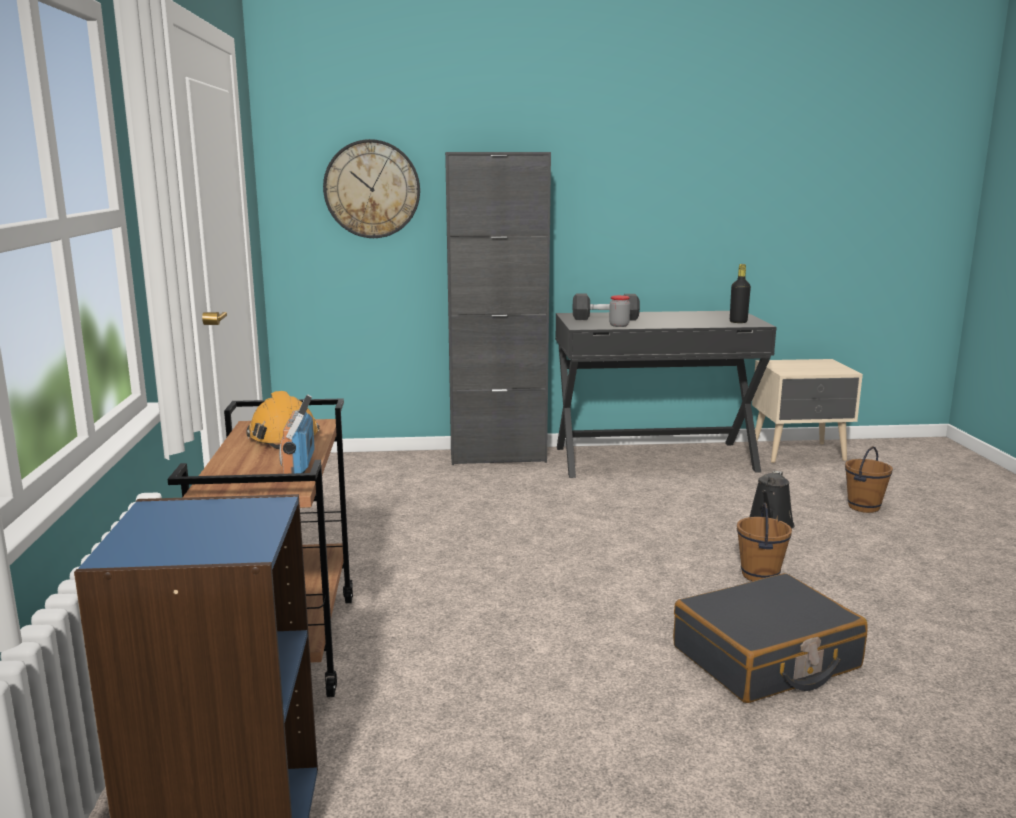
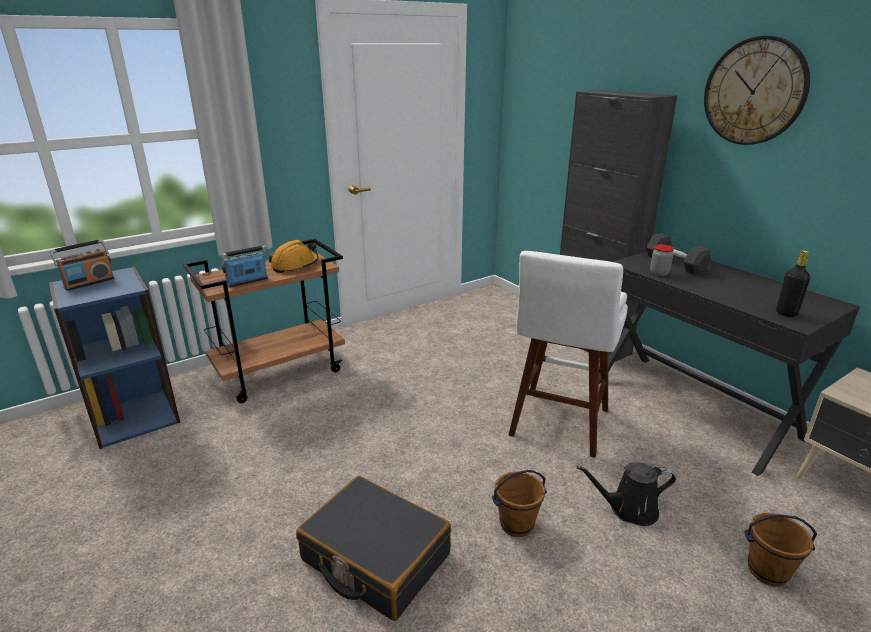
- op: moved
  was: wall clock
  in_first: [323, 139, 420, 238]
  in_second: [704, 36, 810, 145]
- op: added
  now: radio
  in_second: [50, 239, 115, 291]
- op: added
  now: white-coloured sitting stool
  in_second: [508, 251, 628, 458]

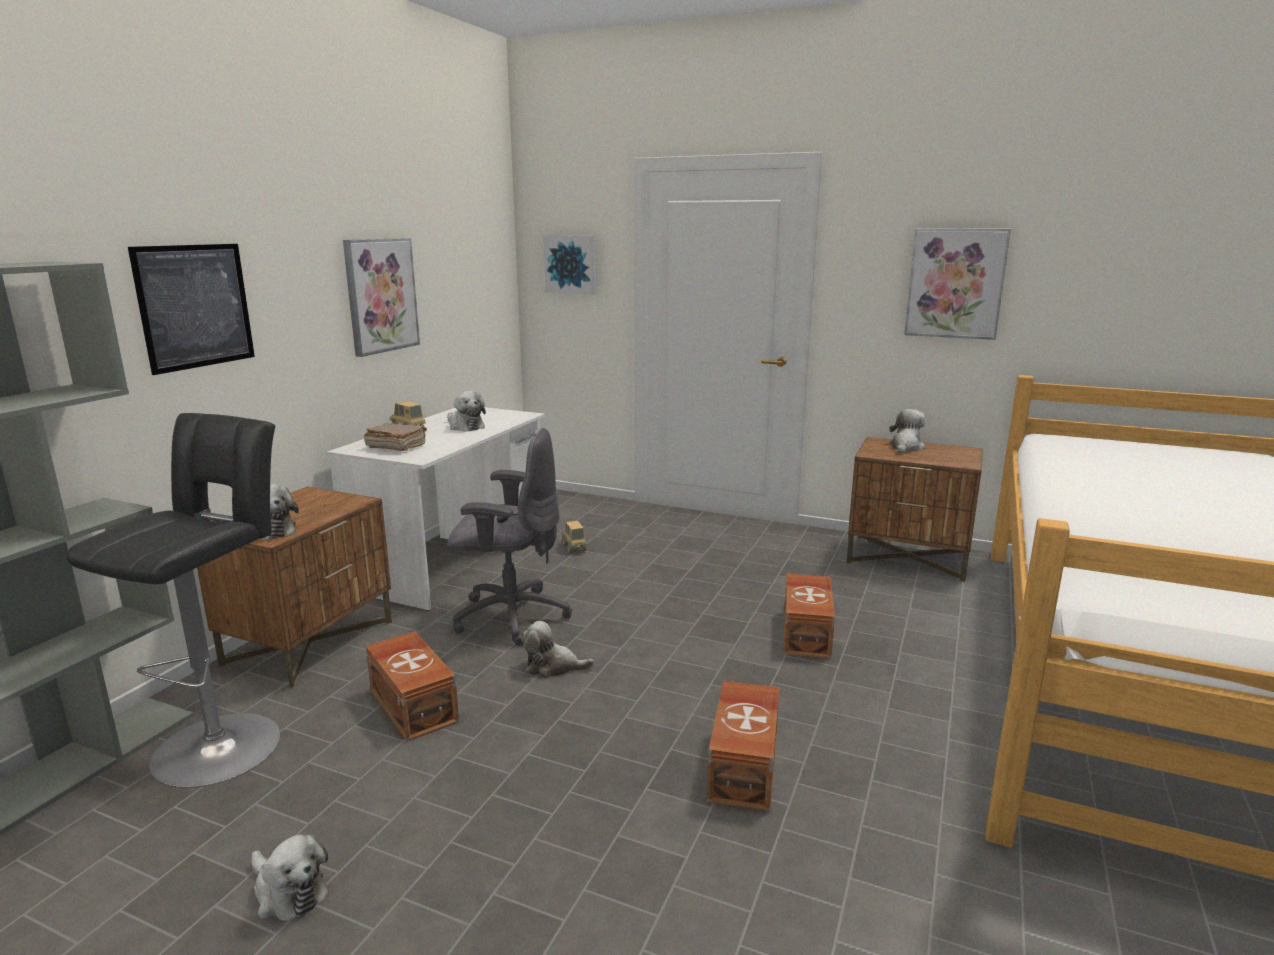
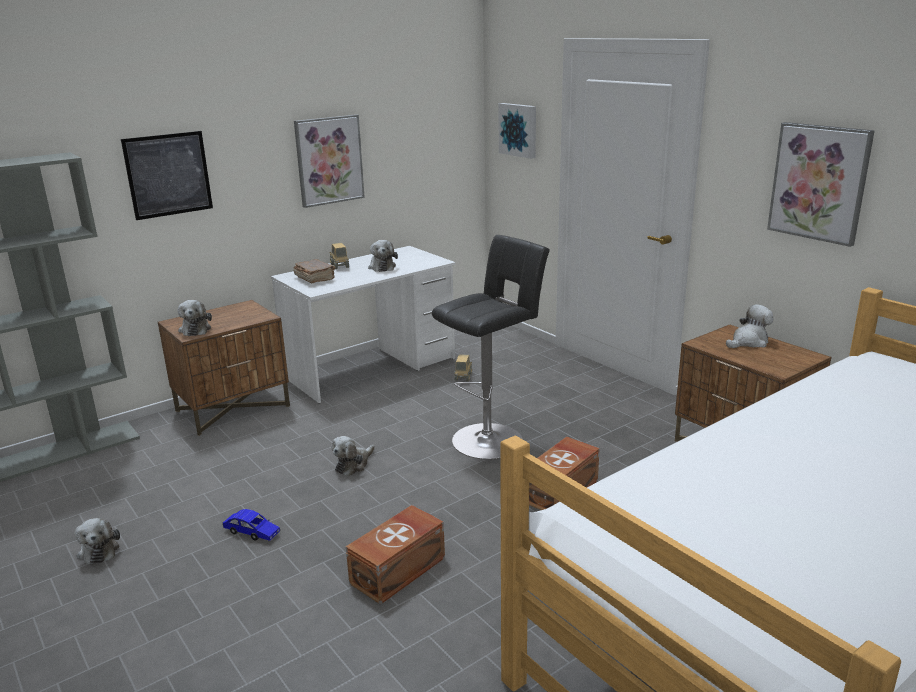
- op: moved
  was: black-coloured sitting stool
  in_first: [66, 413, 280, 788]
  in_second: [432, 235, 550, 460]
- op: removed
  was: grey office chair
  in_first: [447, 428, 572, 646]
- op: turned
  was: plush toy
  in_first: [521, 621, 594, 678]
  in_second: [332, 436, 375, 476]
  clockwise: -90
- op: removed
  was: brown-coloured storage box
  in_first: [366, 632, 459, 742]
- op: added
  now: bluish model car
  in_second: [223, 509, 280, 541]

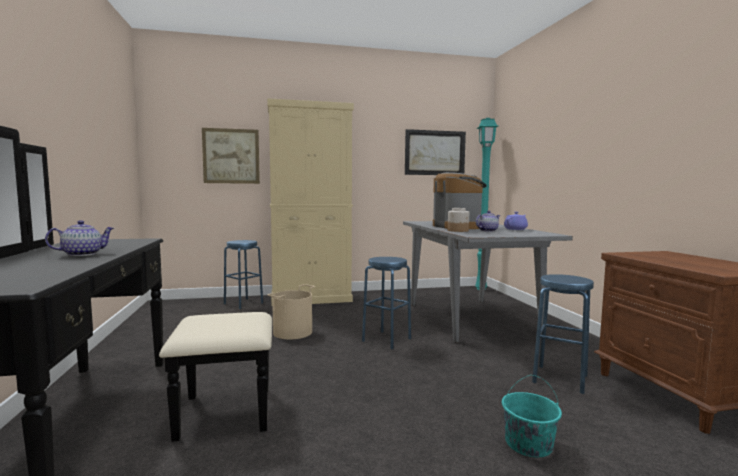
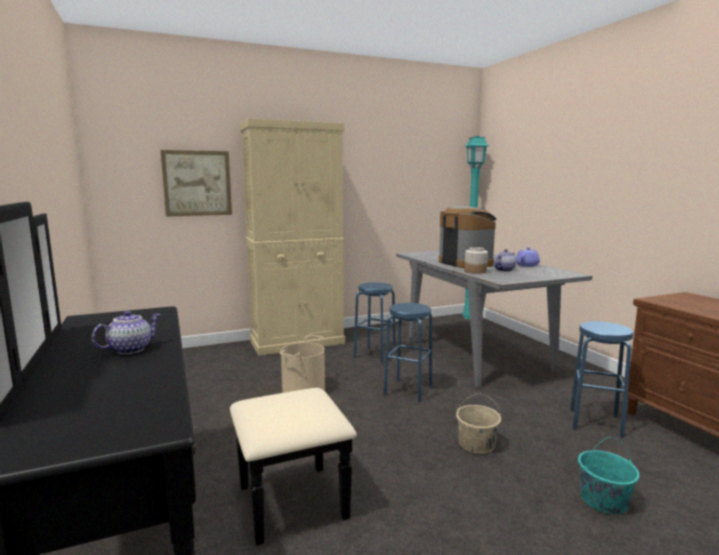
- op: removed
  was: picture
  in_first: [405, 129, 466, 175]
- op: moved
  was: bluish sitting stool
  in_first: [224, 240, 263, 309]
  in_second: [354, 282, 396, 364]
- op: added
  now: sand-coloured pail
  in_second: [456, 394, 501, 454]

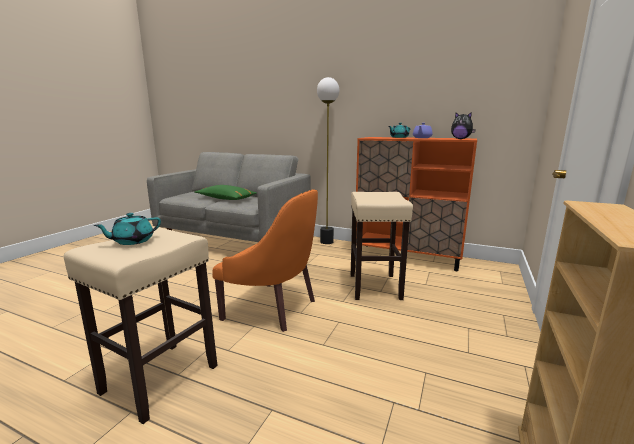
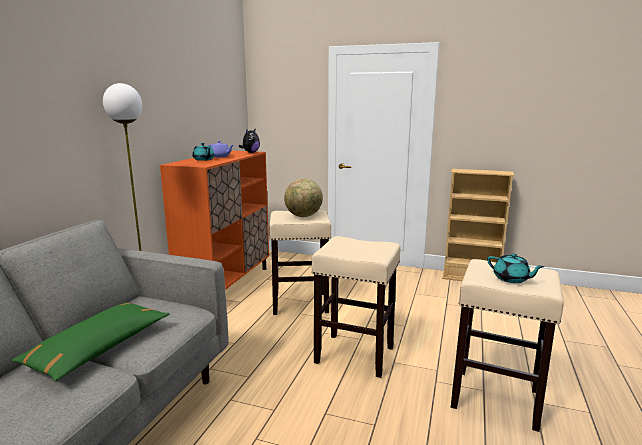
- op: replaced
  was: orangey armchair
  now: sand-coloured sitting stool
  in_first: [212, 189, 318, 332]
  in_second: [311, 236, 401, 378]
- op: added
  now: desk globe
  in_second: [284, 178, 323, 217]

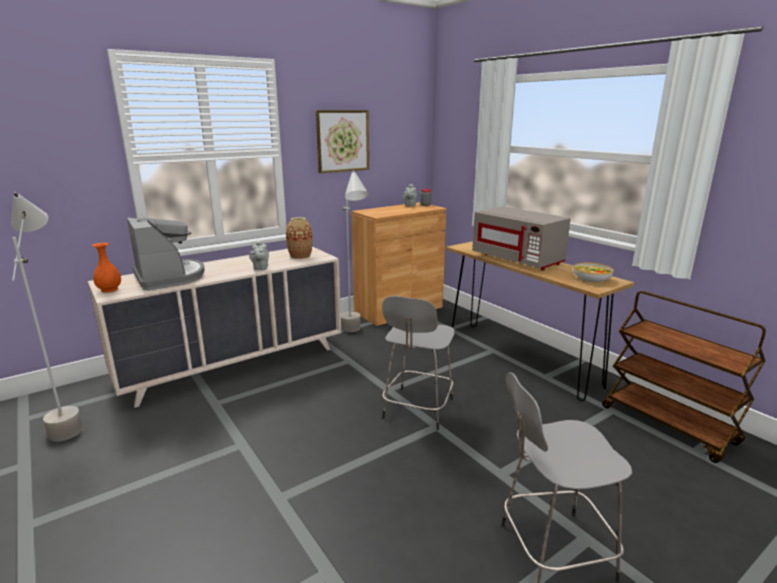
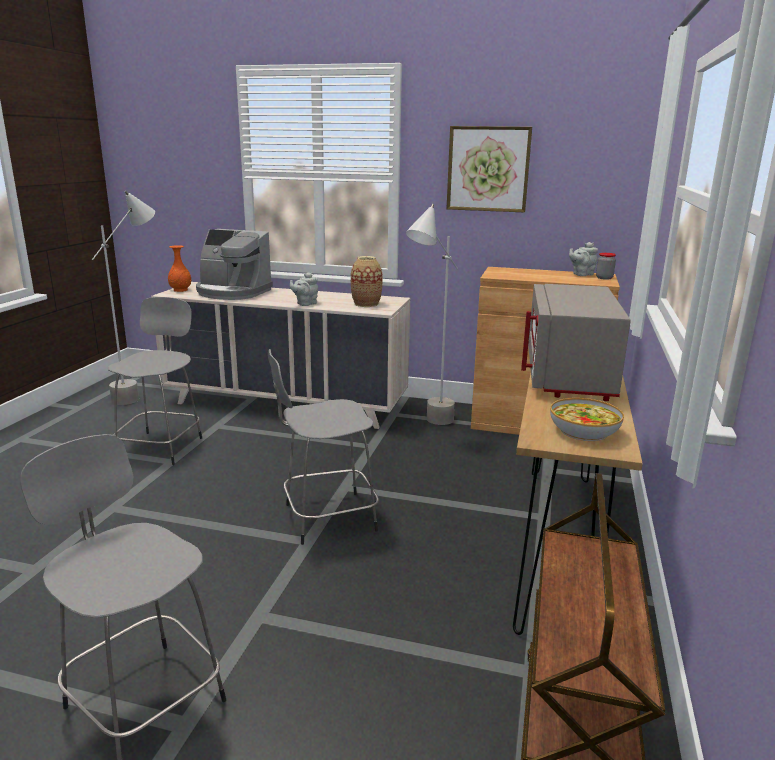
- op: turned
  was: coffee maker
  in_first: [127, 218, 204, 291]
  in_second: [196, 229, 273, 300]
  clockwise: 90
- op: added
  now: grey sitting stool
  in_second: [108, 297, 202, 465]

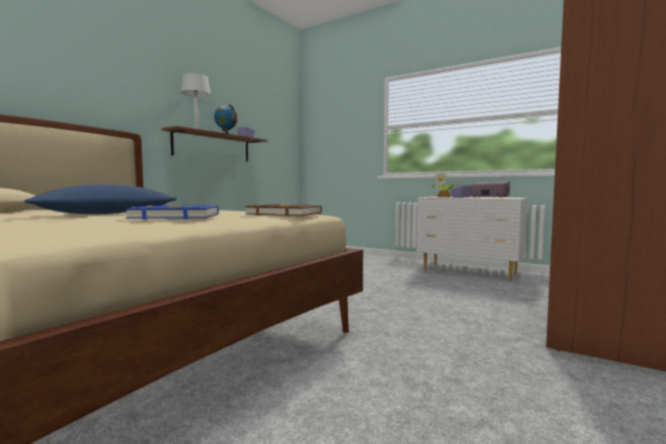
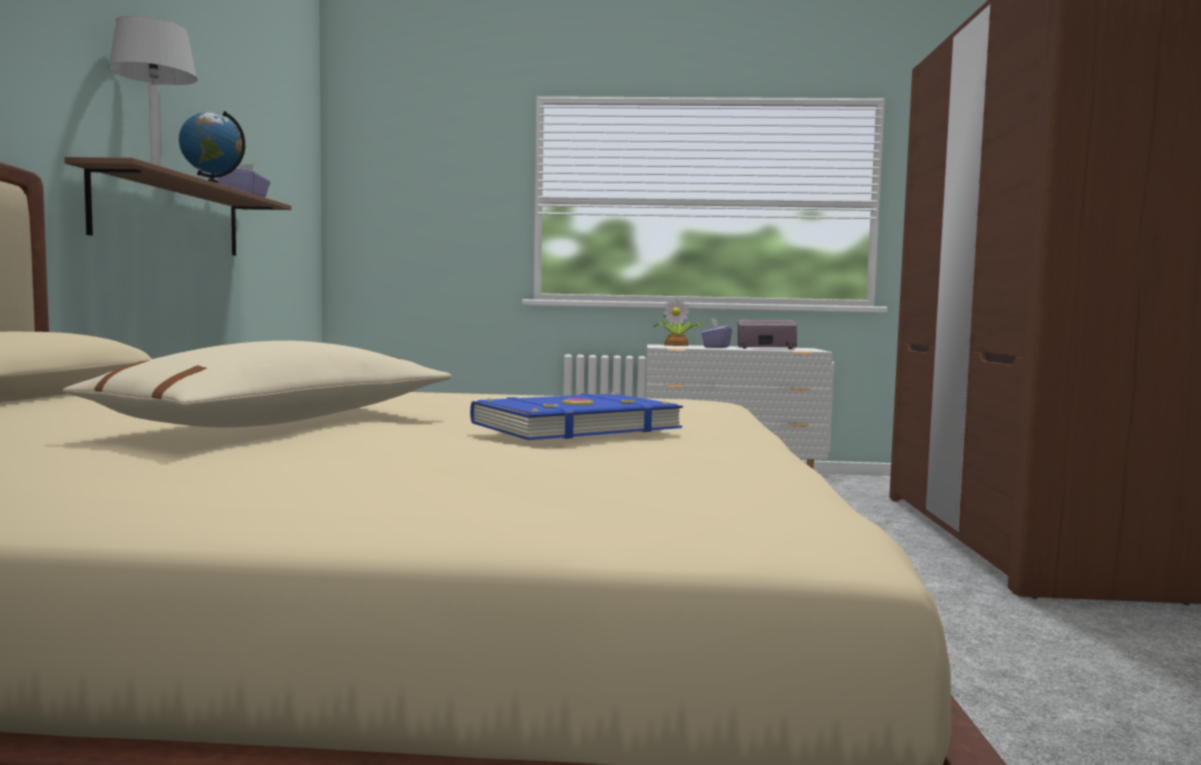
- op: recoloured
  was: bluish cushion
  now: sand-coloured cushion
  in_first: [24, 184, 177, 214]
  in_second: [63, 341, 452, 428]
- op: removed
  was: brown-coloured volume
  in_first: [245, 204, 322, 216]

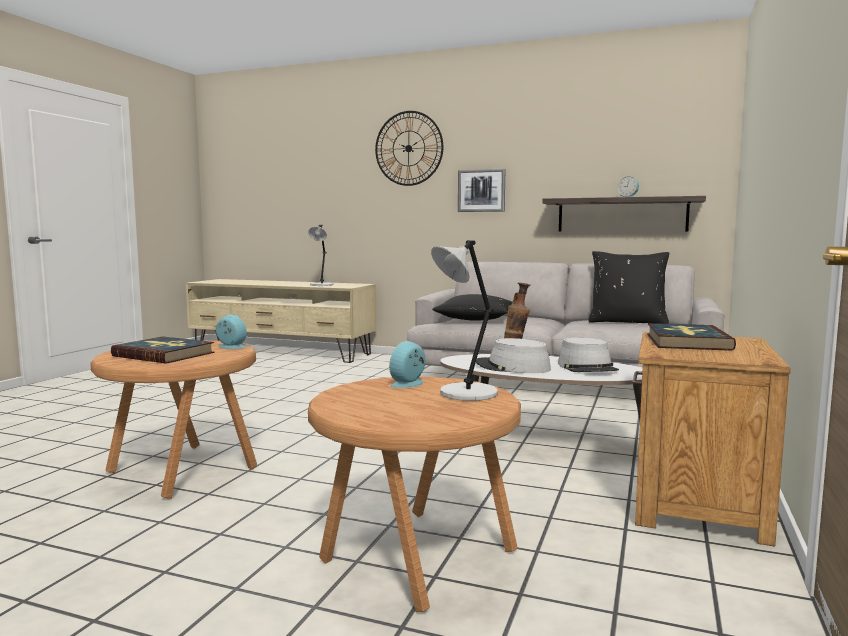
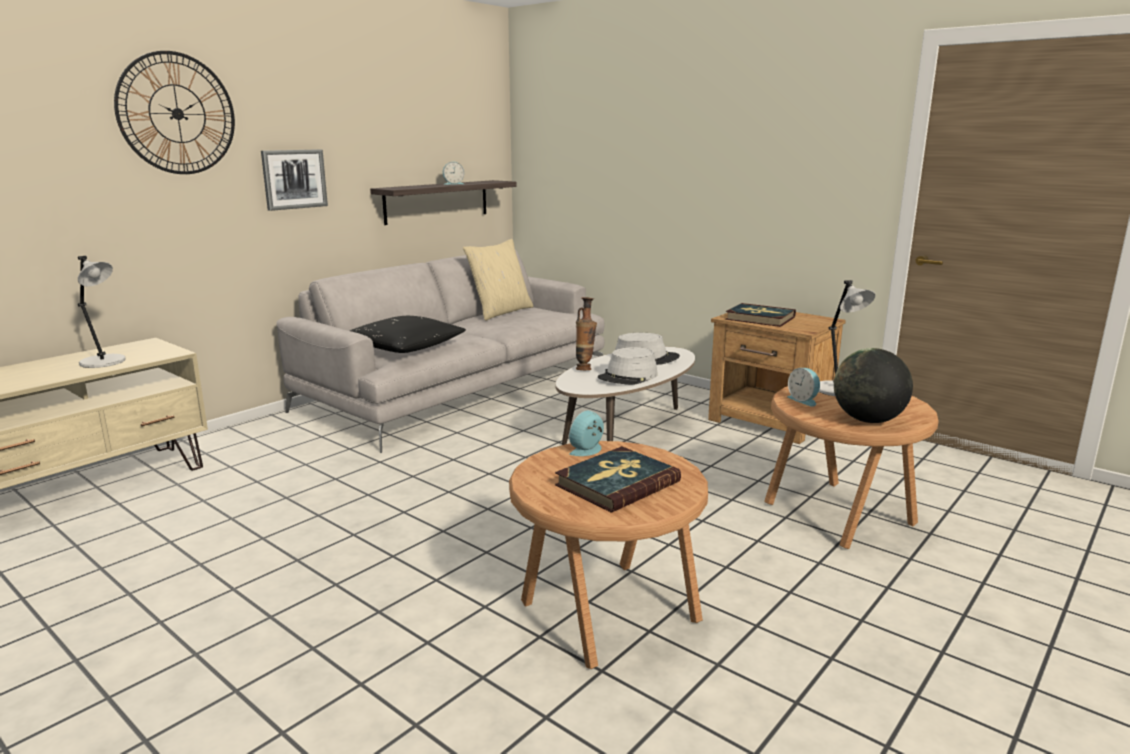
- op: recoloured
  was: black-coloured cushion
  now: sand-coloured cushion
  in_first: [588, 251, 669, 324]
  in_second: [463, 239, 533, 321]
- op: added
  now: desk globe
  in_second: [834, 348, 913, 423]

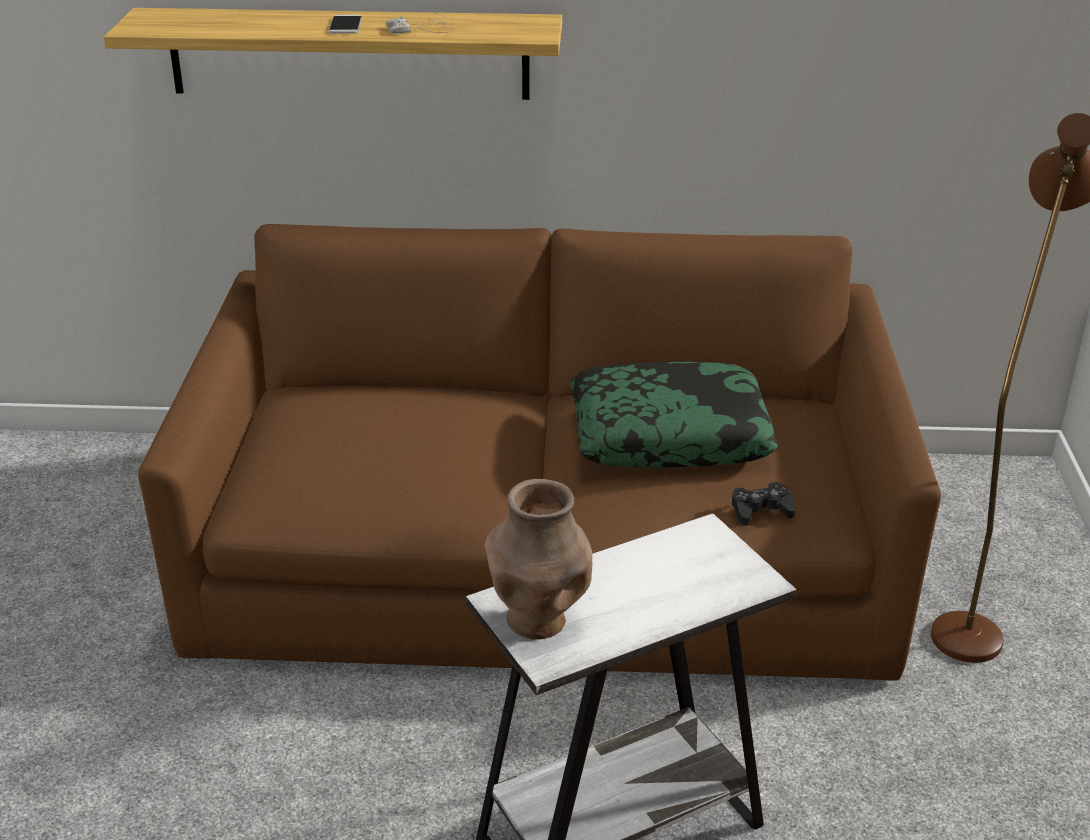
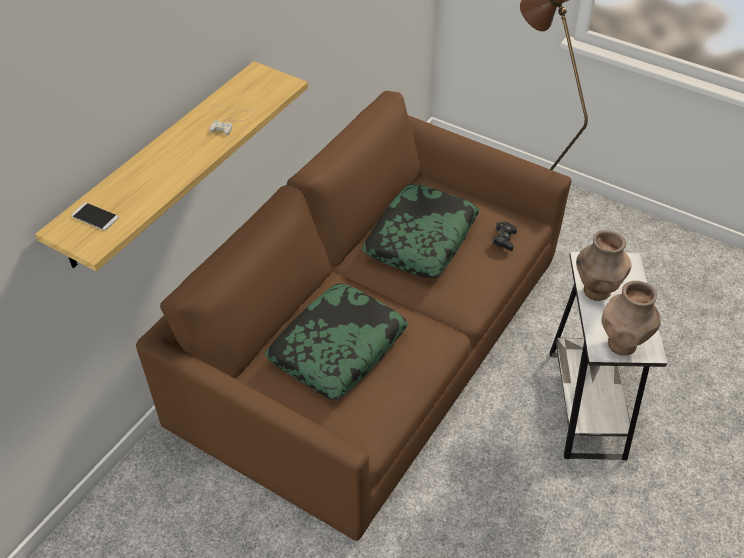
- op: moved
  was: phone
  in_first: [329, 15, 362, 34]
  in_second: [71, 203, 119, 230]
- op: added
  now: brown-coloured vase
  in_second: [576, 230, 632, 301]
- op: added
  now: cushion
  in_second: [265, 283, 408, 400]

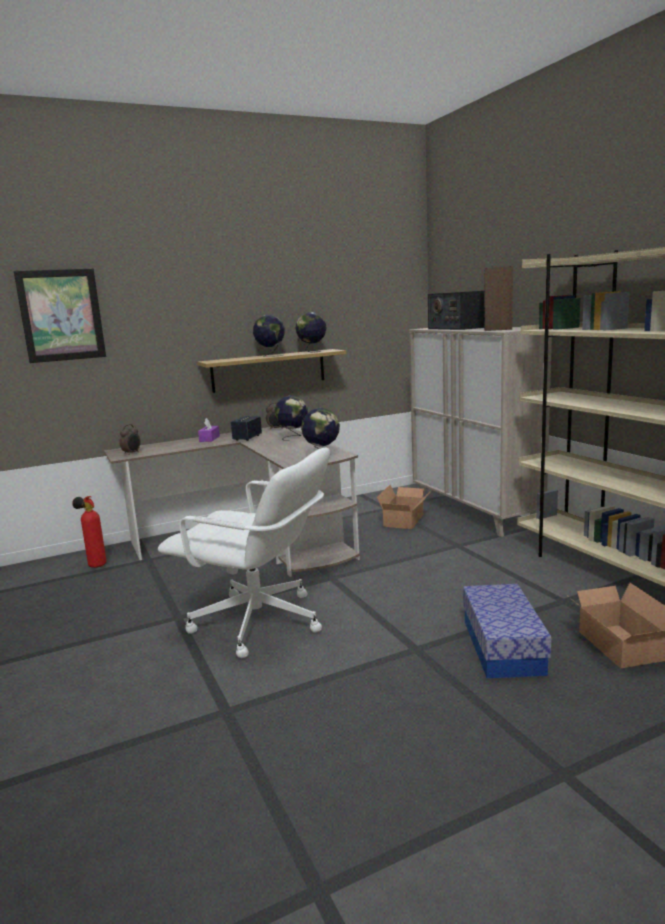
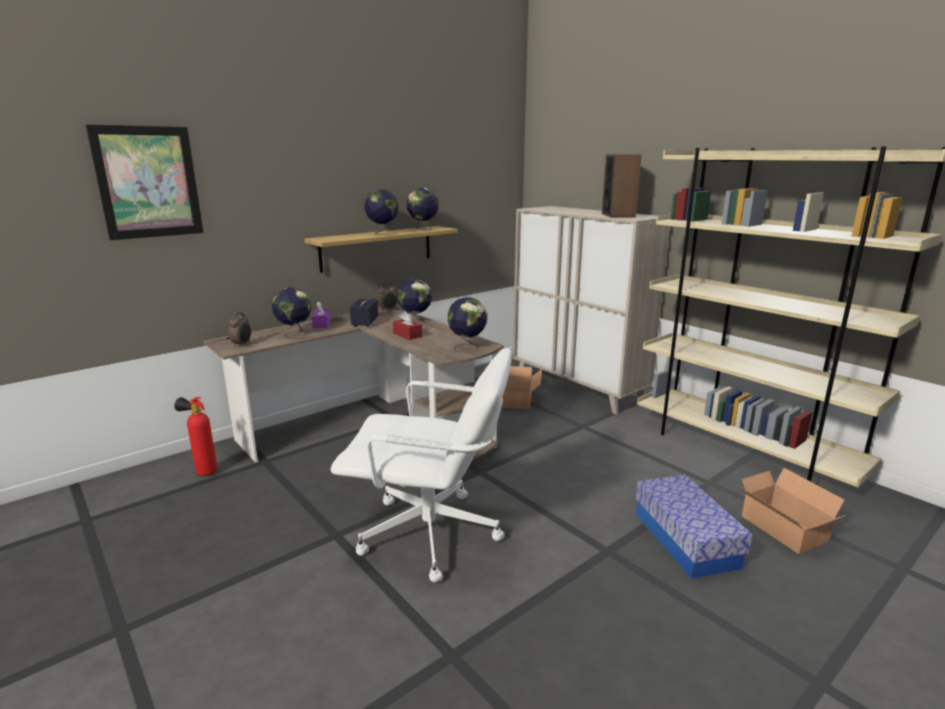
- op: removed
  was: radio
  in_first: [428, 291, 484, 330]
- op: added
  now: desk globe
  in_second: [272, 287, 311, 339]
- op: added
  now: reddish tissue holder
  in_second: [393, 311, 422, 340]

